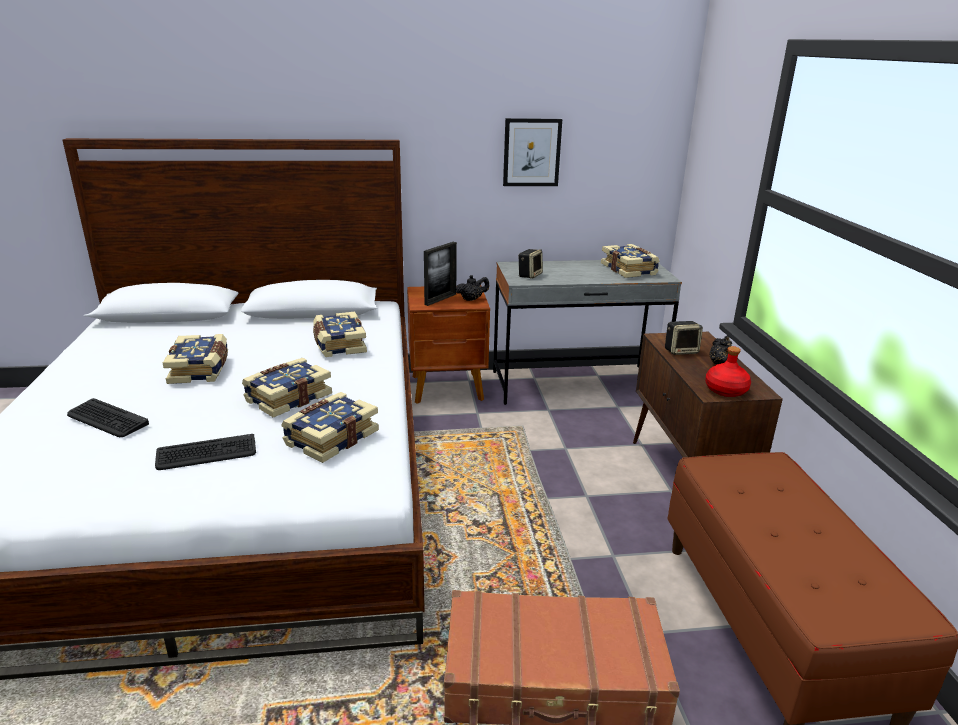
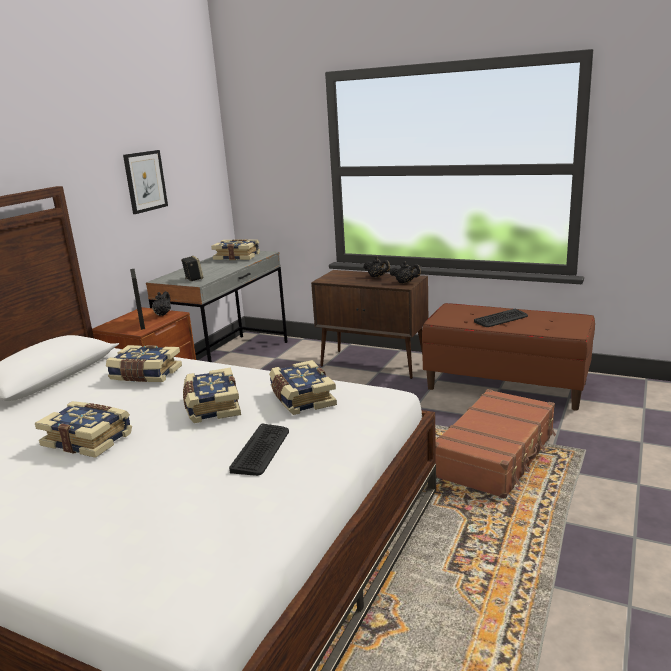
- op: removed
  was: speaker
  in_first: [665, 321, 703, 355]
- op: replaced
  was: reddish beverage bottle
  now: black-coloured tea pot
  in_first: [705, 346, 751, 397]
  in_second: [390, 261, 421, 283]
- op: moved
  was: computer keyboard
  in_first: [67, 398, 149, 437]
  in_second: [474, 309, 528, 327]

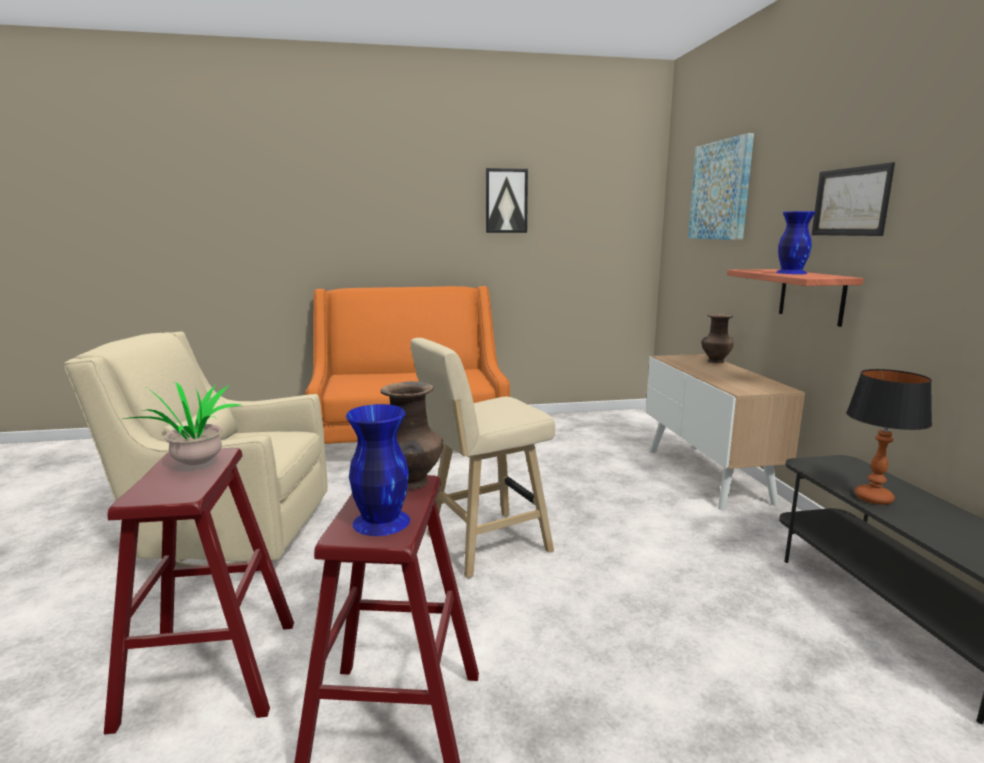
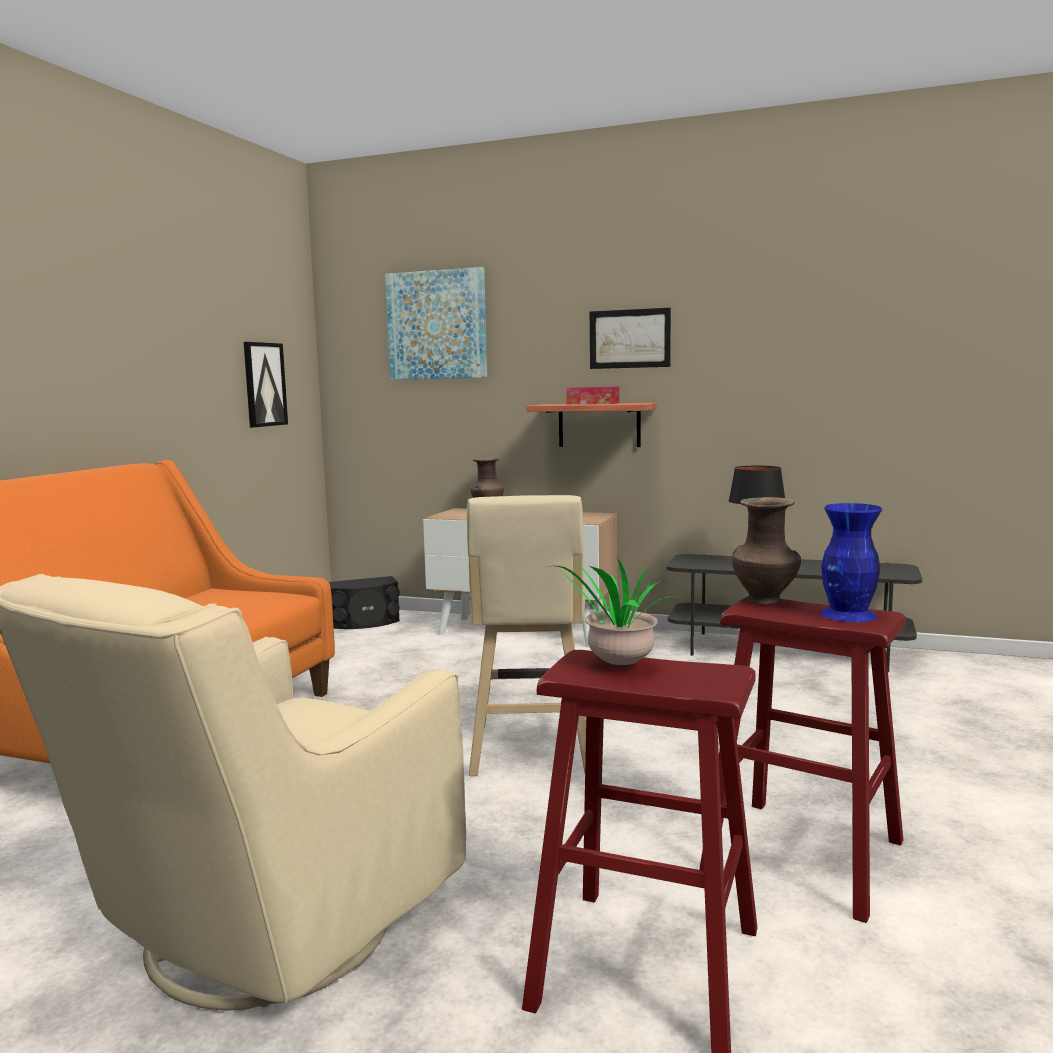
- op: moved
  was: picture
  in_first: [486, 168, 528, 233]
  in_second: [244, 342, 288, 427]
- op: replaced
  was: bluish vase
  now: tissue holder
  in_first: [776, 211, 816, 274]
  in_second: [566, 386, 619, 405]
- op: added
  now: black-coloured speaker
  in_second: [329, 576, 400, 629]

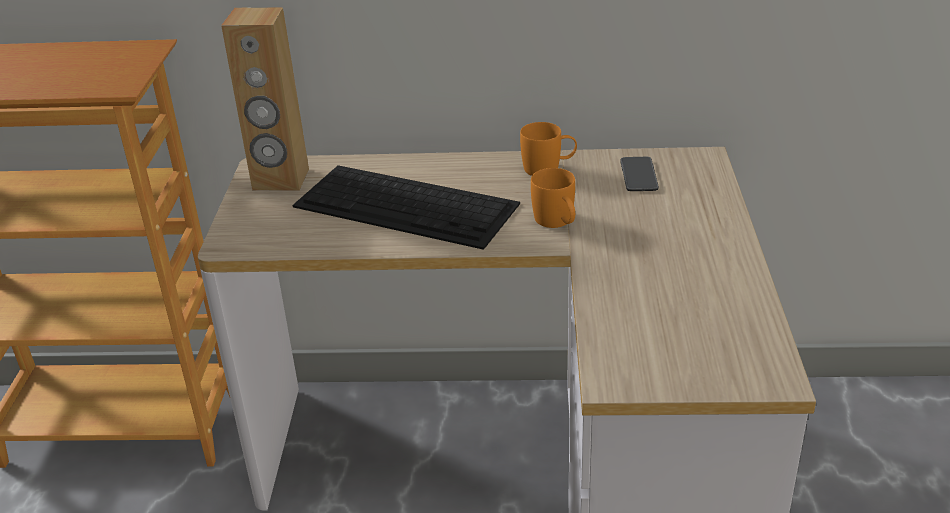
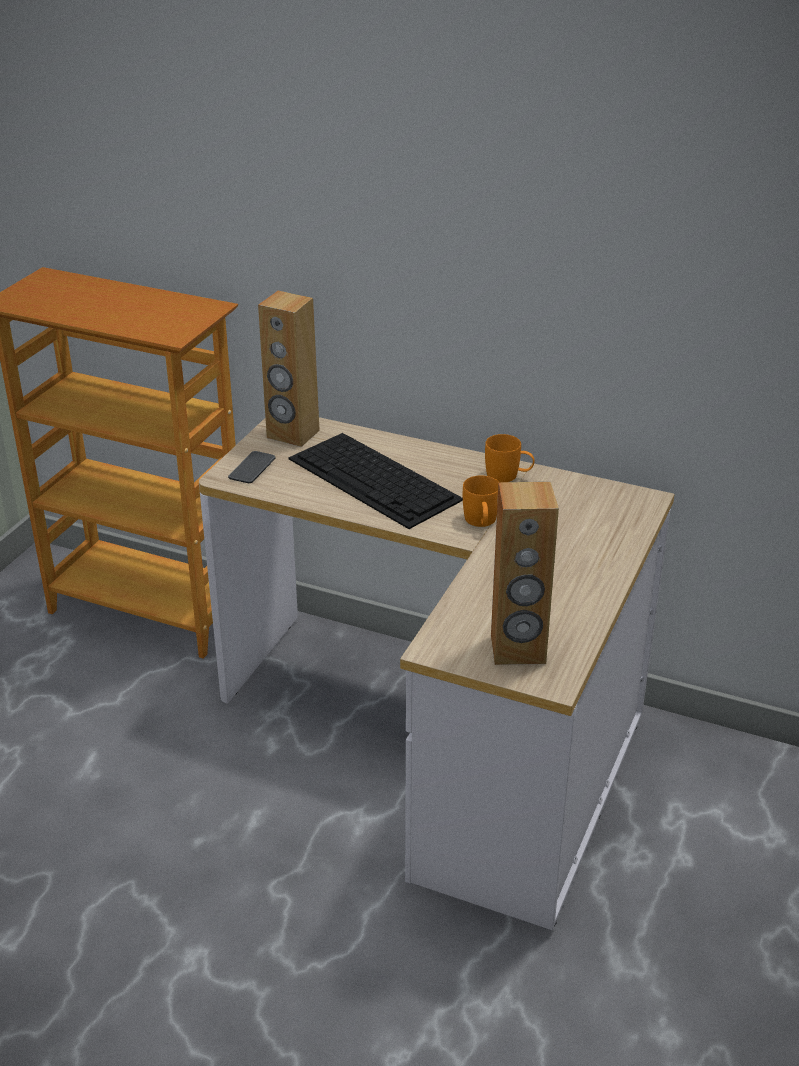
- op: moved
  was: phone
  in_first: [620, 157, 659, 191]
  in_second: [228, 451, 276, 483]
- op: added
  now: brown-coloured speaker
  in_second: [491, 482, 559, 665]

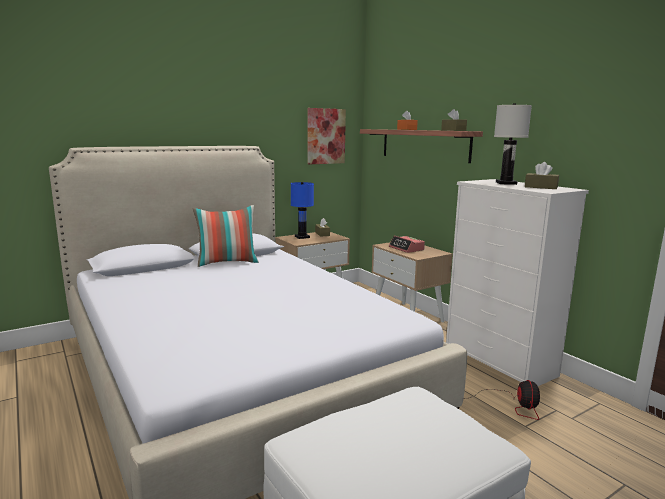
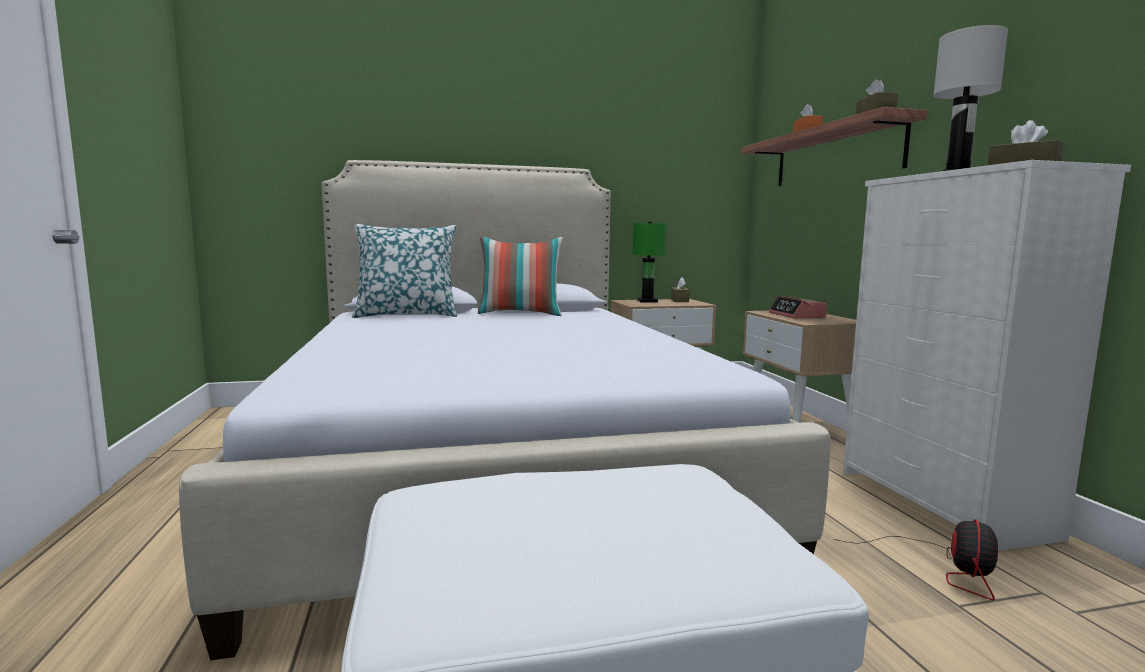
- op: removed
  was: picture
  in_first: [308, 108, 346, 164]
- op: recoloured
  was: bluish tabletop lamp
  now: green tabletop lamp
  in_first: [291, 182, 314, 239]
  in_second: [633, 222, 667, 302]
- op: added
  now: cushion
  in_second: [352, 224, 457, 318]

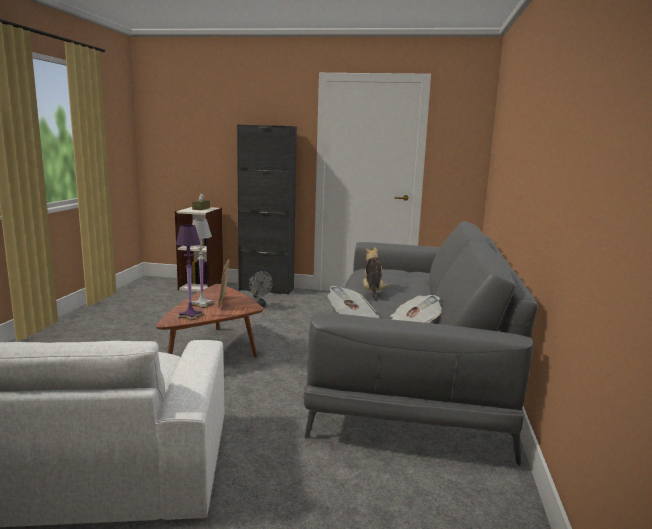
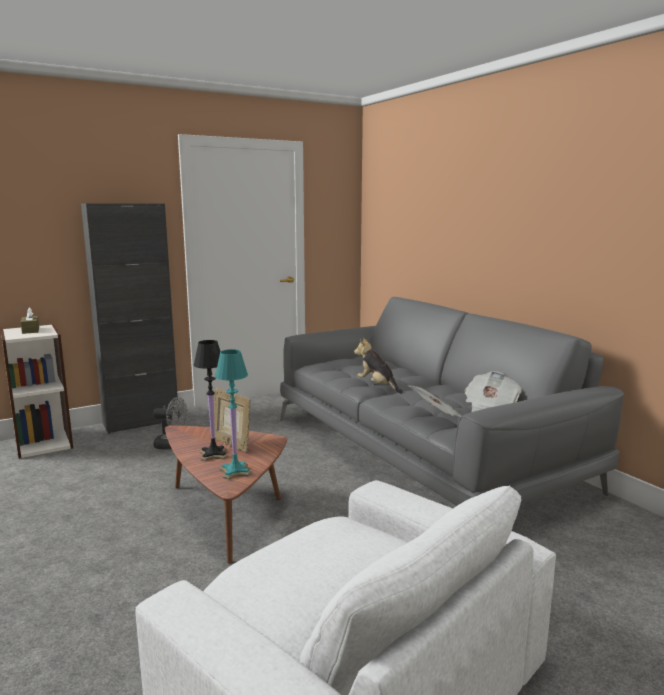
- op: recoloured
  was: white-coloured tabletop lamp
  now: black-coloured tabletop lamp
  in_first: [192, 219, 214, 308]
  in_second: [193, 340, 228, 462]
- op: recoloured
  was: purple tabletop lamp
  now: turquoise-coloured tabletop lamp
  in_first: [176, 225, 204, 321]
  in_second: [215, 349, 252, 480]

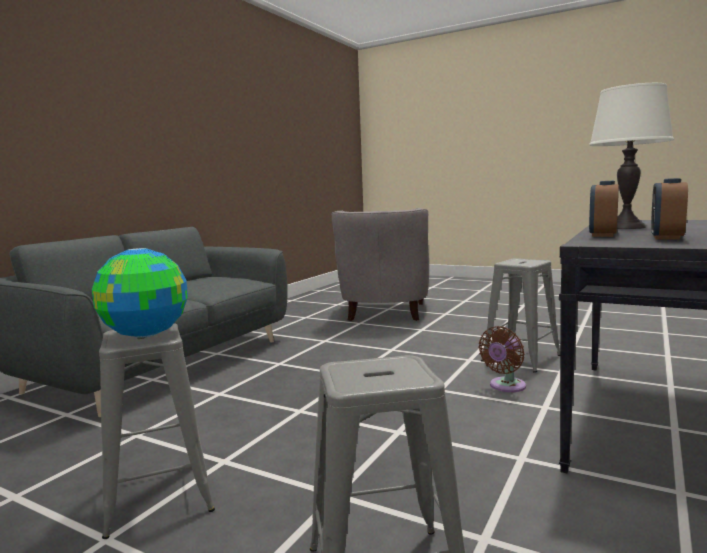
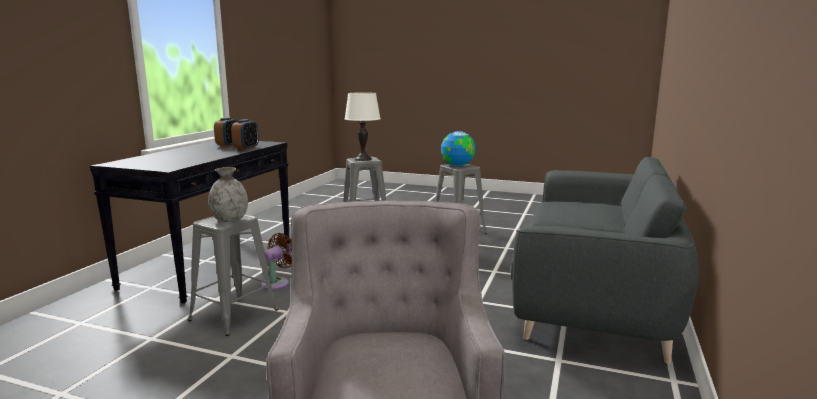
- op: moved
  was: white-coloured tabletop lamp
  in_first: [589, 83, 674, 229]
  in_second: [344, 92, 381, 161]
- op: added
  now: grey vase
  in_second: [208, 167, 248, 222]

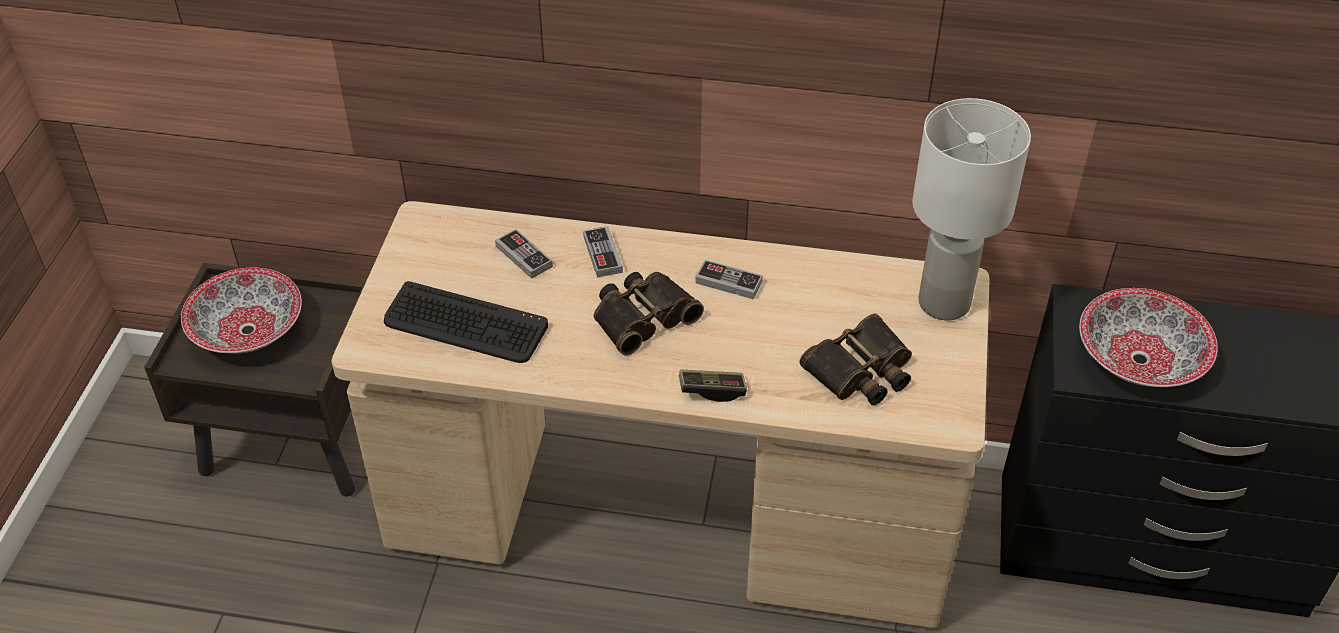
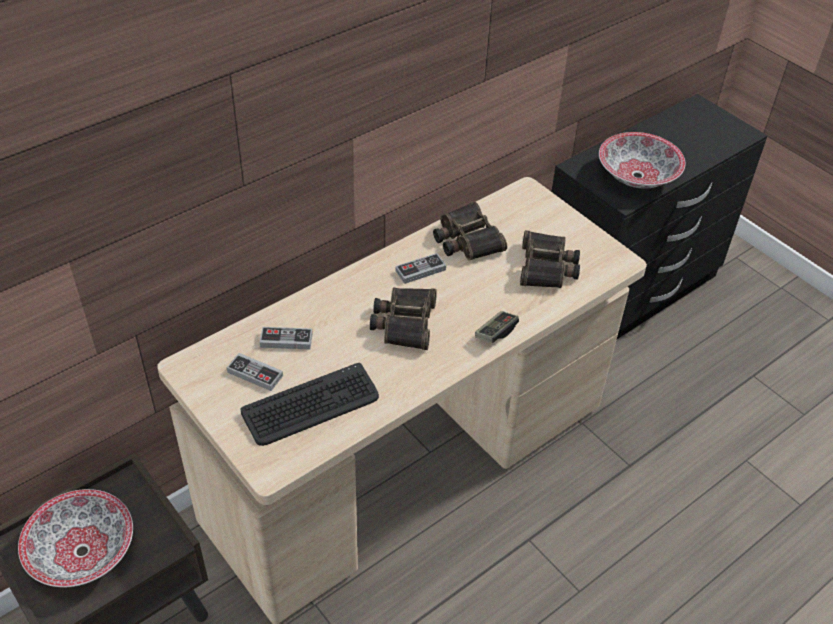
- op: removed
  was: white-coloured tabletop lamp
  in_first: [912, 98, 1031, 320]
- op: moved
  was: joypad
  in_first: [583, 226, 623, 277]
  in_second: [227, 353, 283, 391]
- op: added
  now: pair of binoculars
  in_second: [433, 202, 507, 261]

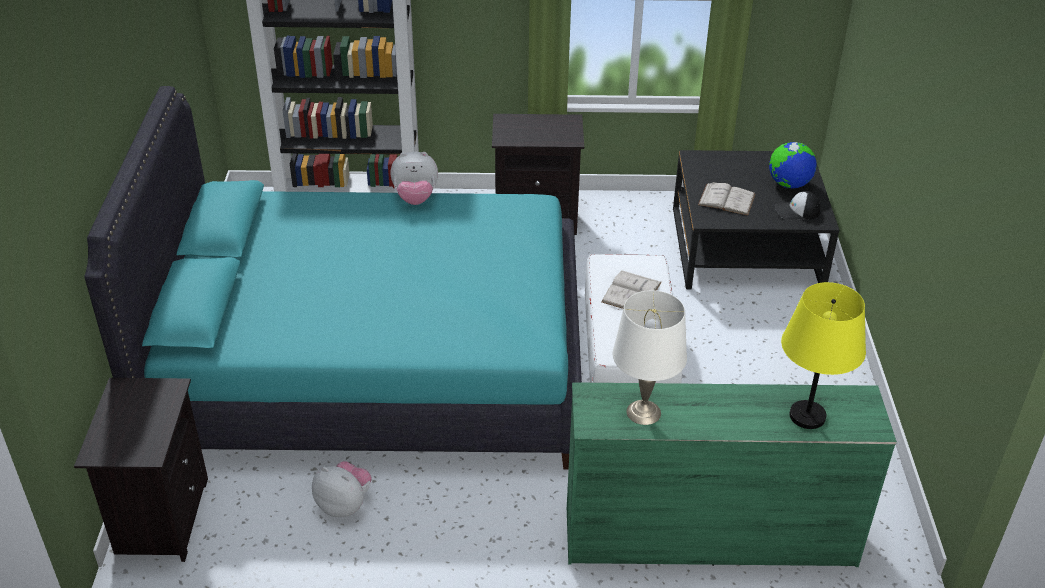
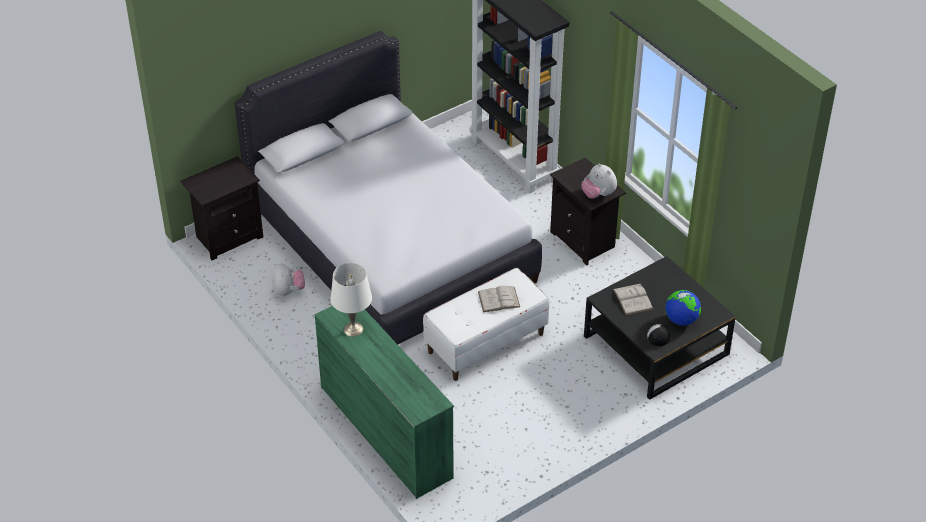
- op: recoloured
  was: turquoise-coloured bedroom bed
  now: white-coloured bedroom bed
  in_first: [84, 86, 582, 469]
  in_second: [234, 31, 542, 344]
- op: moved
  was: plush toy
  in_first: [390, 151, 438, 205]
  in_second: [582, 163, 617, 198]
- op: removed
  was: yellowish tabletop lamp
  in_first: [781, 282, 866, 429]

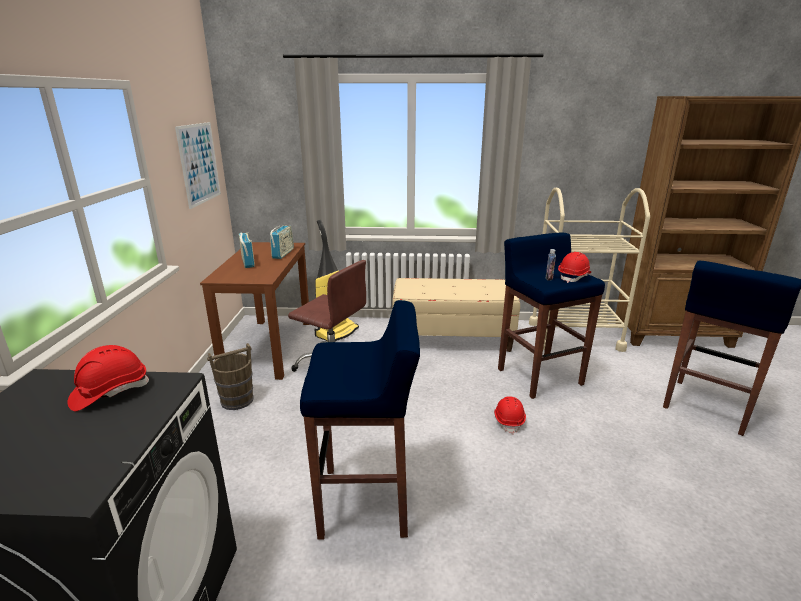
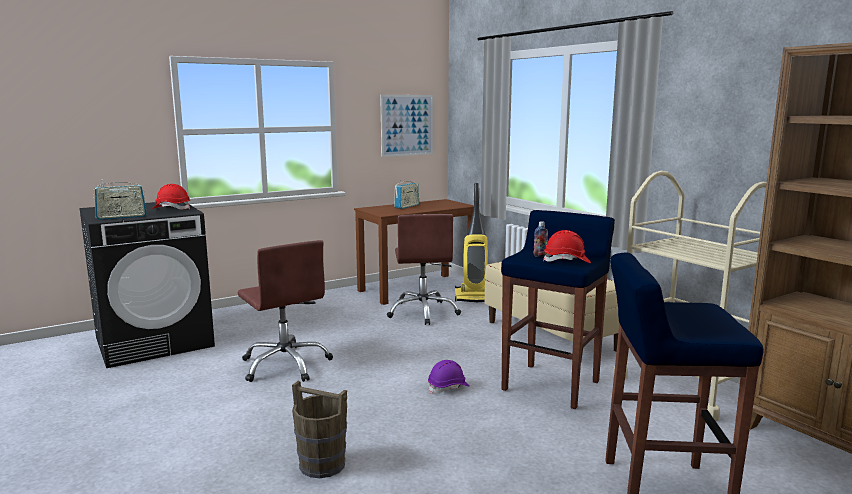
- op: moved
  was: radio
  in_first: [270, 225, 294, 259]
  in_second: [93, 179, 147, 220]
- op: replaced
  was: bluish sitting stool
  now: brown-coloured office chair
  in_first: [300, 300, 420, 540]
  in_second: [238, 240, 333, 382]
- op: moved
  was: brown-coloured pail
  in_first: [207, 343, 254, 410]
  in_second: [292, 381, 347, 478]
- op: recoloured
  was: reddish work helmet
  now: purple work helmet
  in_first: [494, 396, 526, 434]
  in_second: [428, 360, 469, 393]

